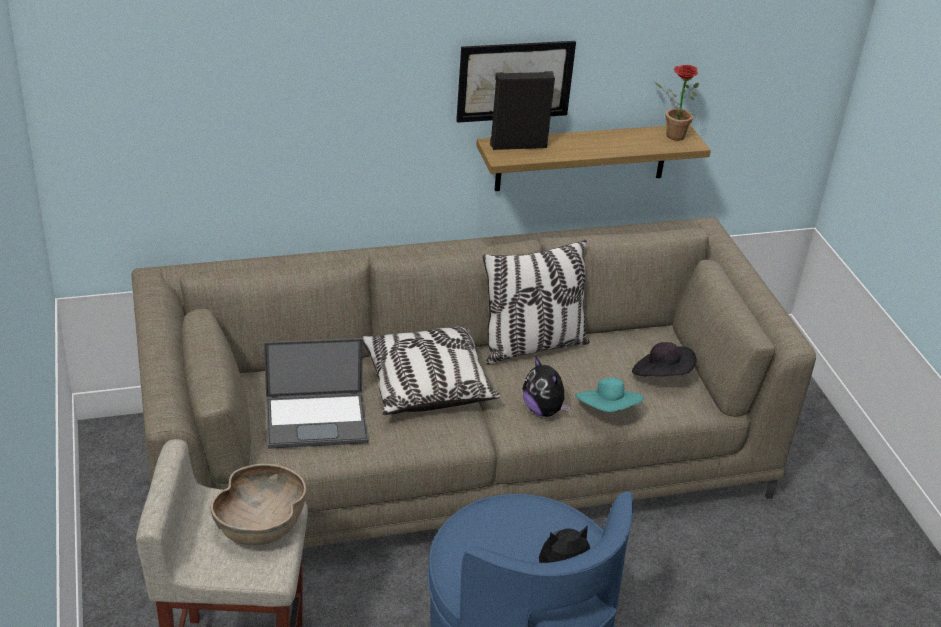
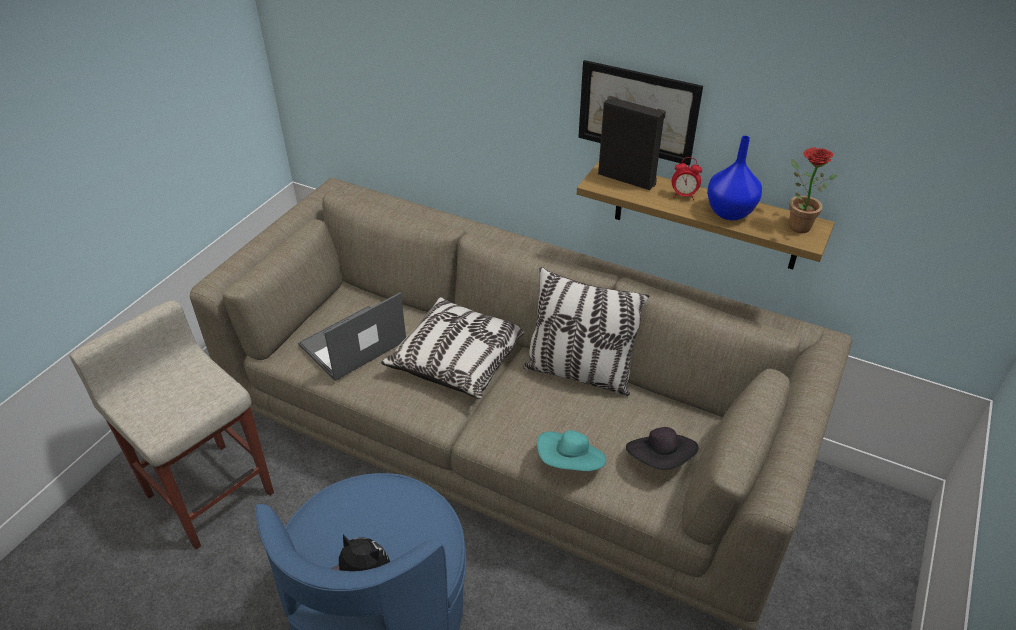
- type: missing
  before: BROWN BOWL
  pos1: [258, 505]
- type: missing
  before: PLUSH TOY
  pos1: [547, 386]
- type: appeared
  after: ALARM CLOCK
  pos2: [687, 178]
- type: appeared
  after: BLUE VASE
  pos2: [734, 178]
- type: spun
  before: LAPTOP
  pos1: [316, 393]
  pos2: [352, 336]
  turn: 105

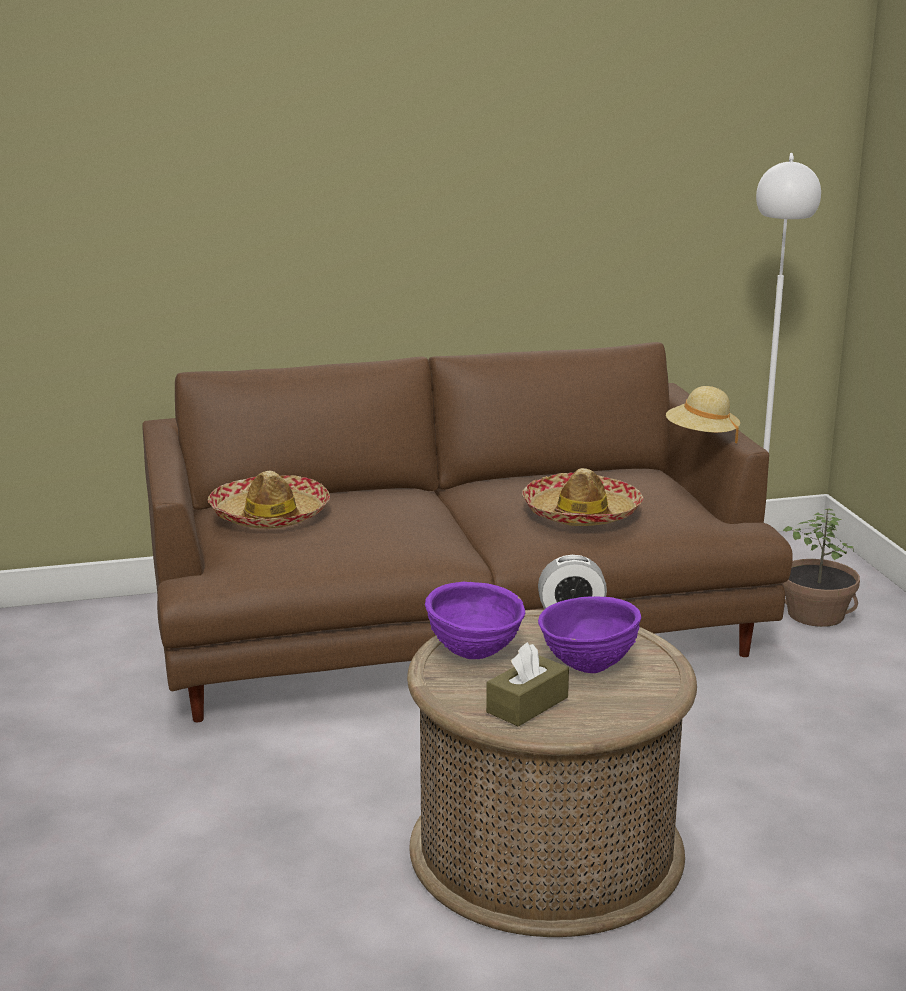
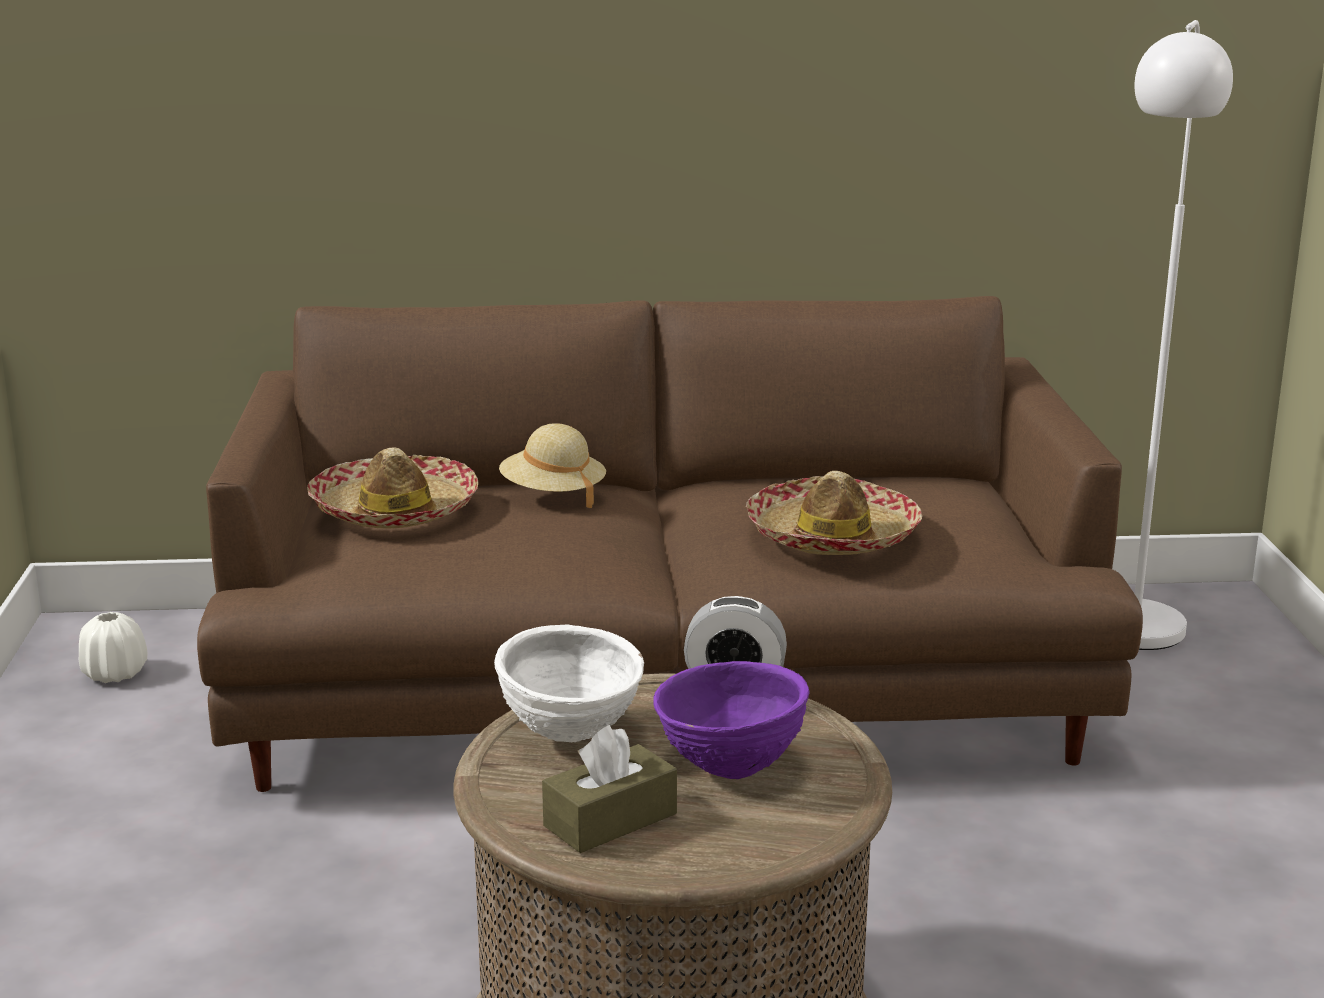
- type: missing
  before: POTTED PLANT
  pos1: [820, 567]
- type: appeared
  after: WHITE VASE
  pos2: [113, 647]
- type: relocated
  before: BEIGE HAT
  pos1: [703, 414]
  pos2: [552, 465]
- type: colour
  before: PURPLE BOWL
  after: WHITE BOWL
  pos1: [475, 620]
  pos2: [569, 683]

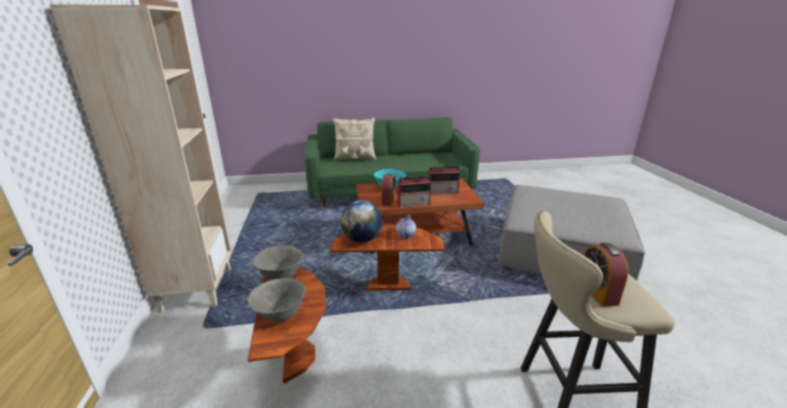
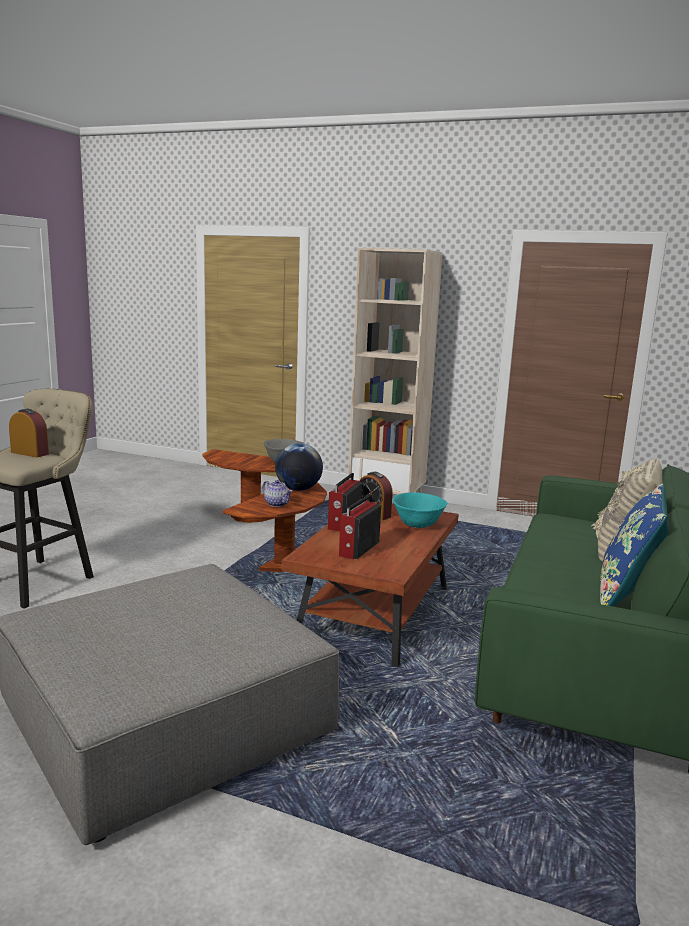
- type: missing
  before: GREY BOWL
  pos1: [277, 300]
- type: appeared
  after: BLUE PILLOW
  pos2: [634, 544]

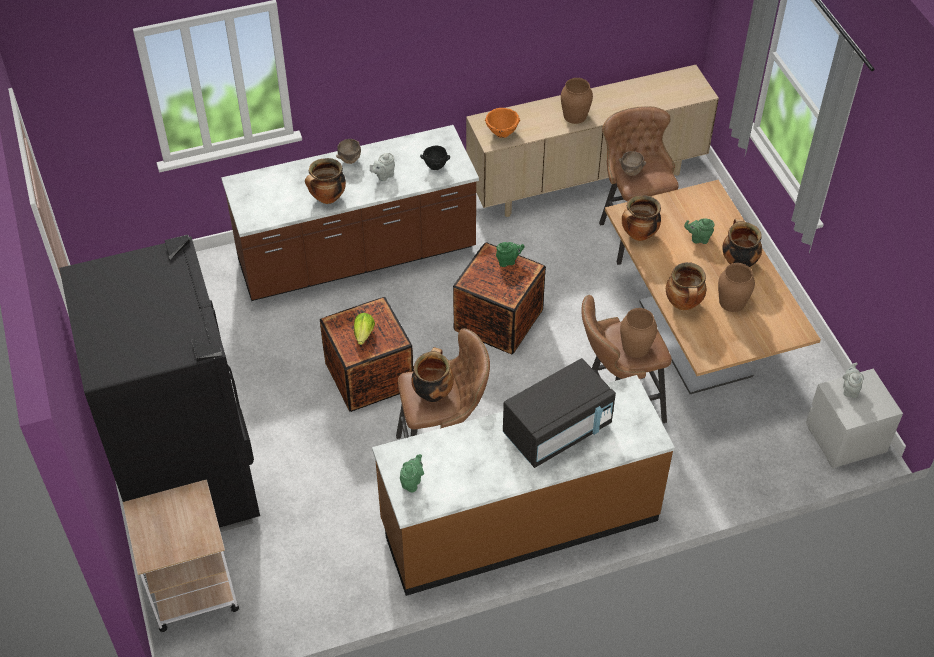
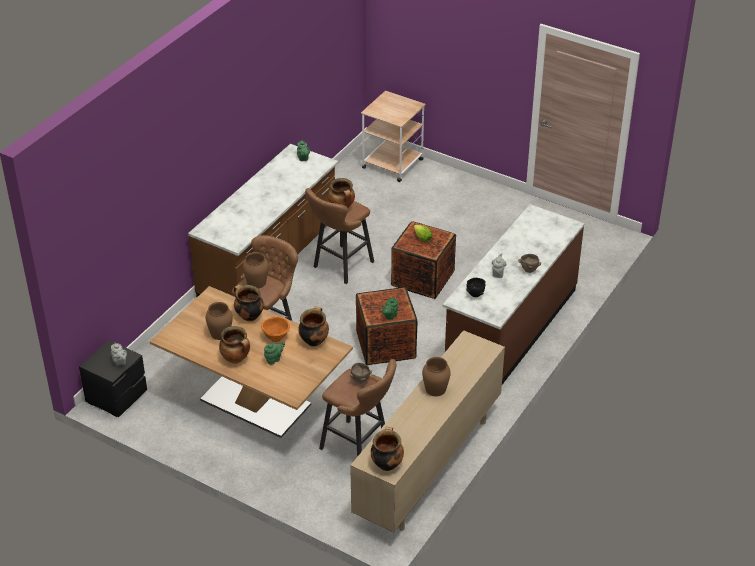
- type: missing
  before: BLACK FRIDGE
  pos1: [159, 383]
- type: missing
  before: BLACK MICROWAVE
  pos1: [559, 413]
- type: relocated
  before: COOKING POT
  pos1: [325, 181]
  pos2: [387, 449]
- type: relocated
  before: ORANGE BOWL
  pos1: [502, 123]
  pos2: [275, 329]
- type: colour
  before: WHITE NIGHTSTAND
  after: BLACK NIGHTSTAND
  pos1: [854, 418]
  pos2: [113, 378]

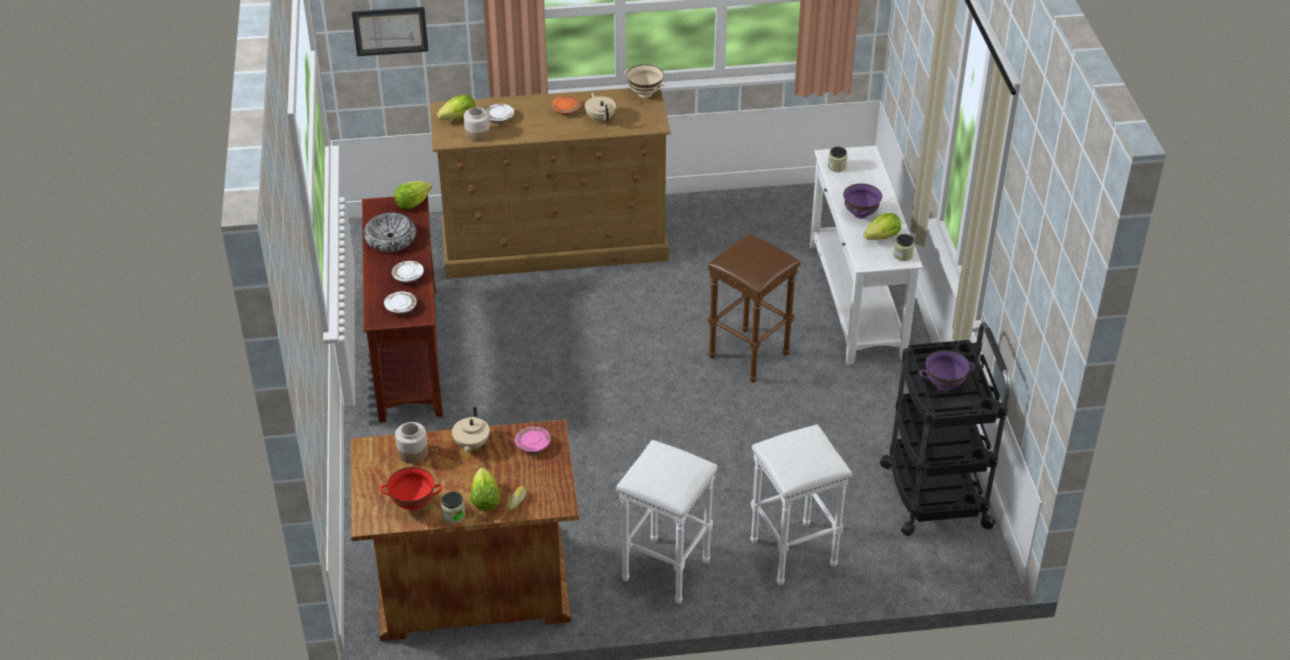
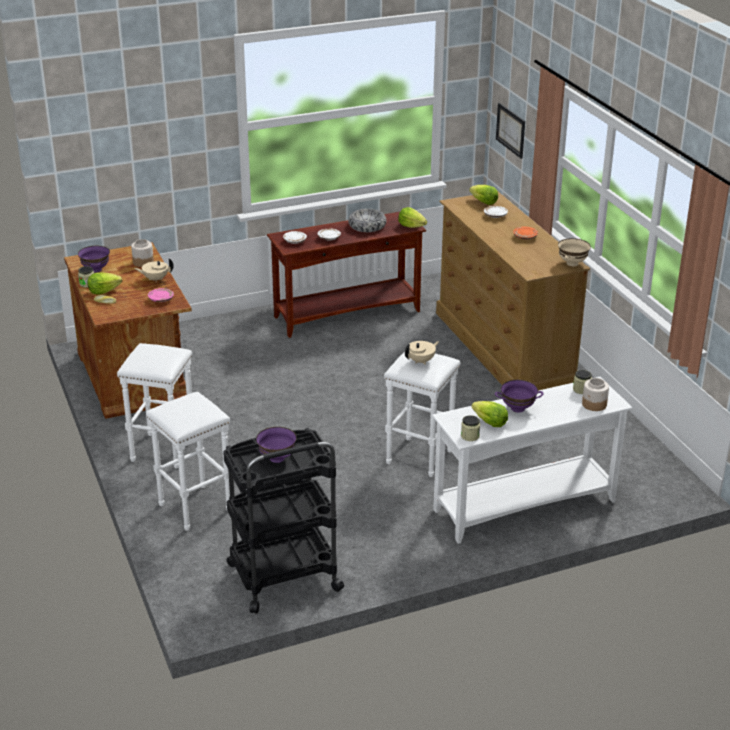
- type: relocated
  before: JAR
  pos1: [477, 124]
  pos2: [595, 394]
- type: relocated
  before: BEIGE TEAPOT
  pos1: [600, 107]
  pos2: [422, 353]
- type: colour
  before: RED BOWL
  after: PURPLE BOWL
  pos1: [411, 488]
  pos2: [94, 259]
- type: colour
  before: BROWN STOOL
  after: WHITE STOOL
  pos1: [754, 308]
  pos2: [422, 414]

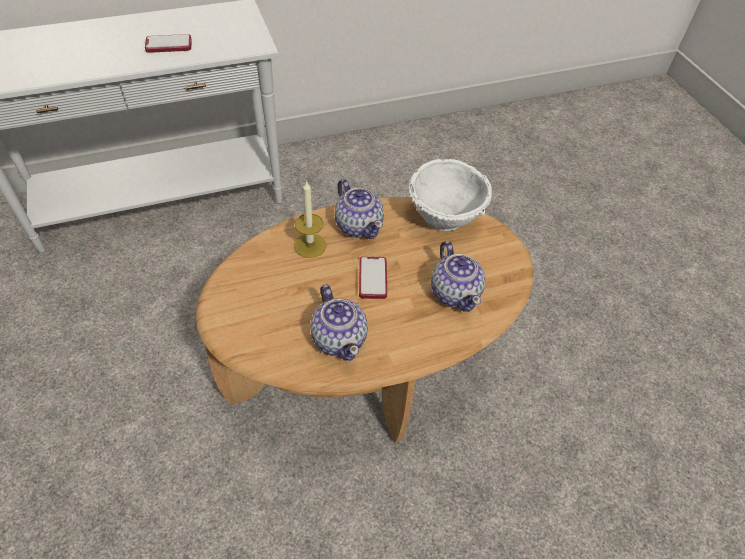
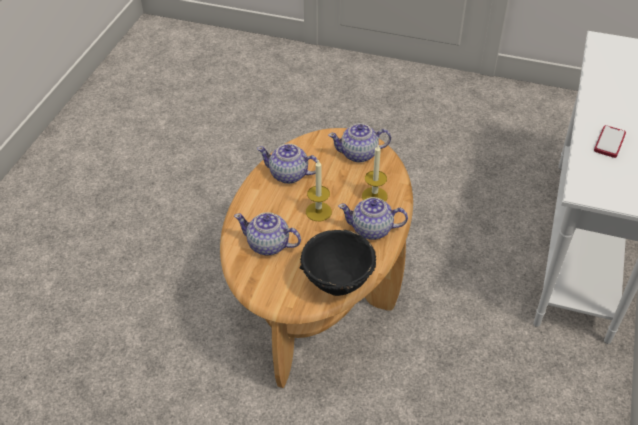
- type: appeared
  after: TEAPOT
  pos2: [359, 143]
- type: exchanged
  before: PHONE
  after: CANDLE
  pos1: [373, 277]
  pos2: [319, 190]
- type: colour
  before: WHITE BOWL
  after: BLACK BOWL
  pos1: [450, 195]
  pos2: [338, 263]

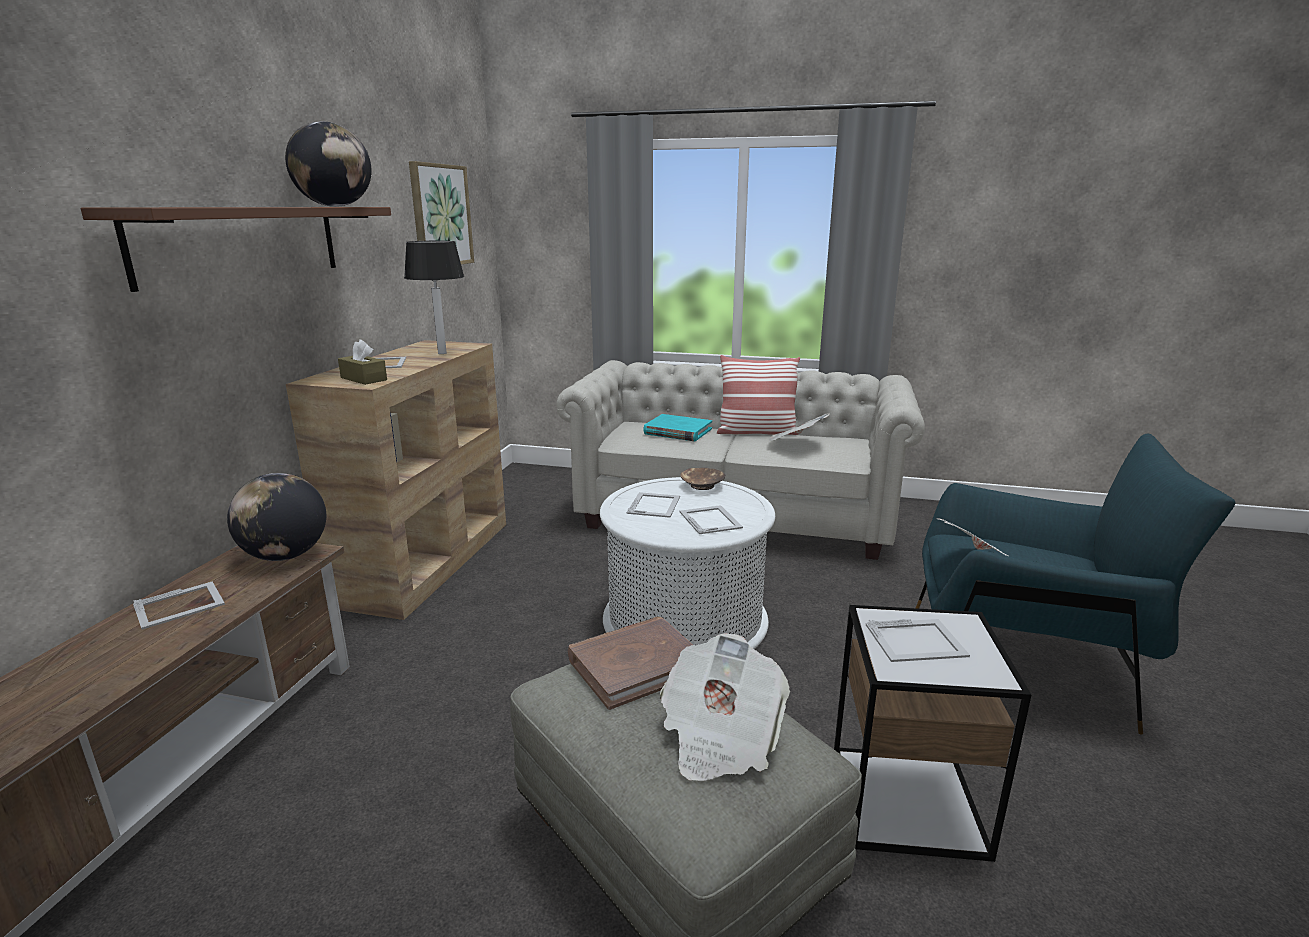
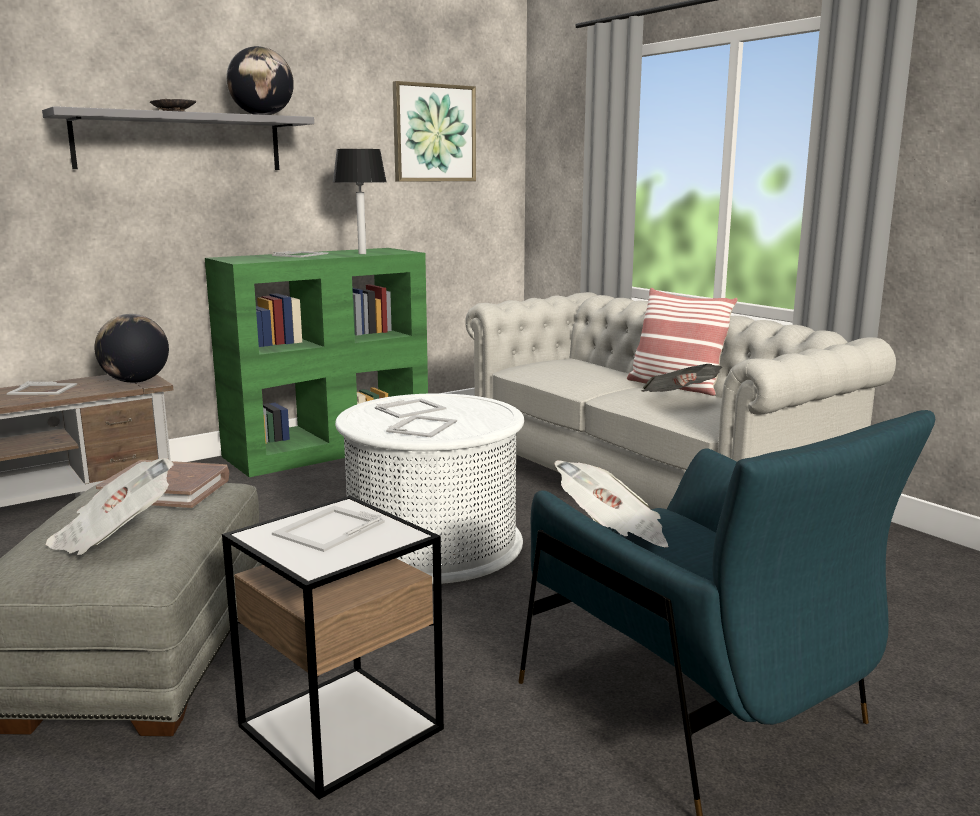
- type: missing
  before: BROWN TISSUE BOX
  pos1: [362, 362]
- type: missing
  before: TURQUOISE BOOK
  pos1: [677, 427]
- type: relocated
  before: BROWN BOWL
  pos1: [702, 478]
  pos2: [173, 105]
- type: colour
  before: BROWN SHELF
  after: GREY SHELF
  pos1: [236, 249]
  pos2: [178, 138]
- type: colour
  before: BROWN BOOKCASE
  after: GREEN BOOKCASE
  pos1: [396, 480]
  pos2: [316, 362]
- type: spun
  before: PICTURE FRAME
  pos1: [918, 640]
  pos2: [328, 529]
  turn: 90

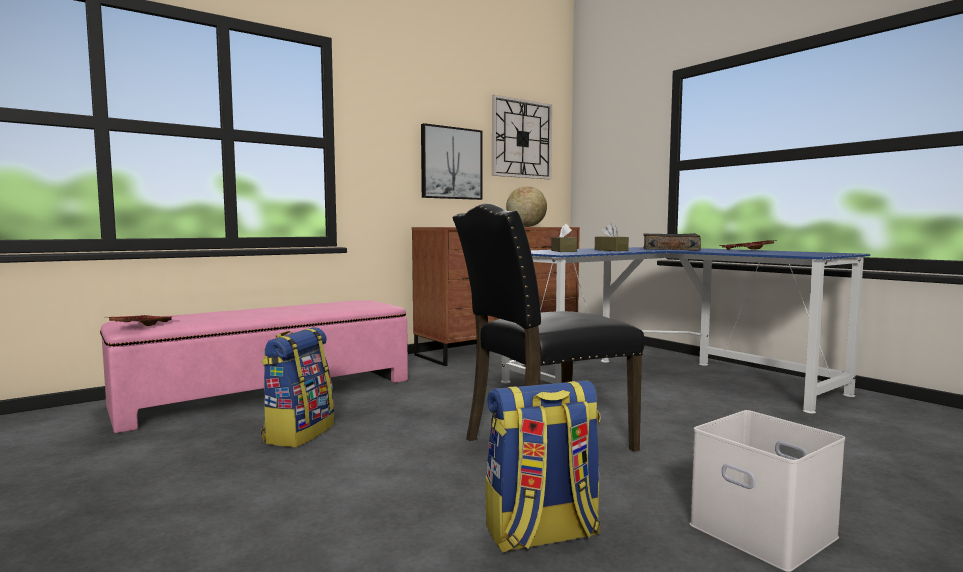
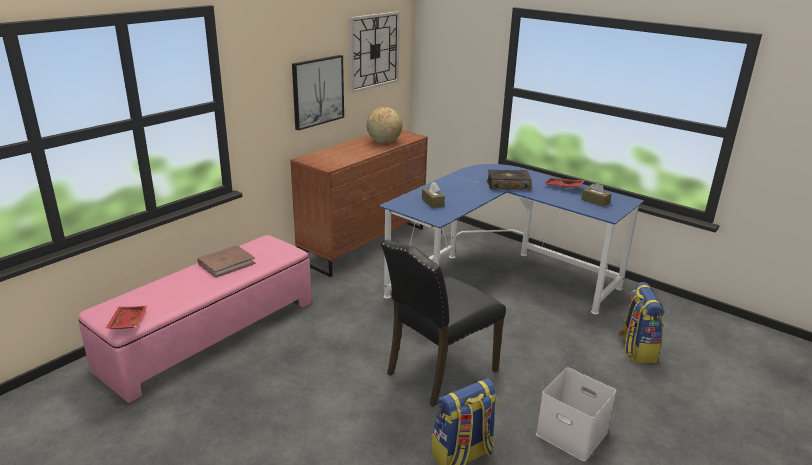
- type: appeared
  after: BROWN BOOK
  pos2: [226, 261]
- type: relocated
  before: BACKPACK
  pos1: [297, 387]
  pos2: [641, 322]
- type: relocated
  before: BROWN TISSUE BOX
  pos1: [612, 237]
  pos2: [596, 194]

